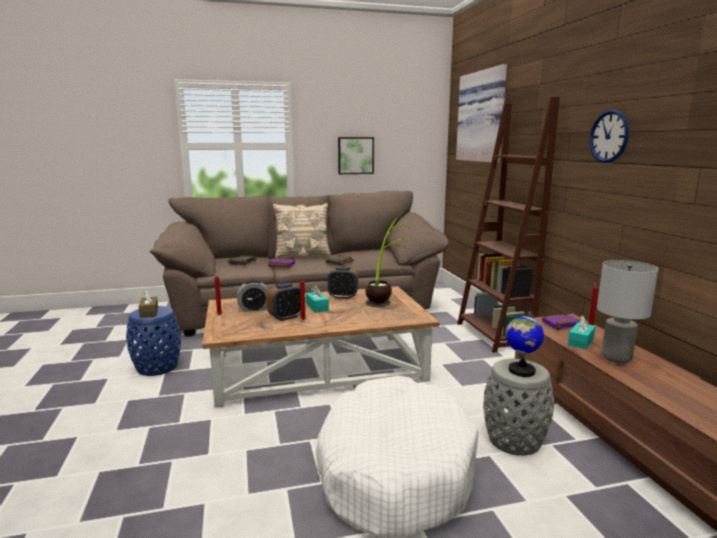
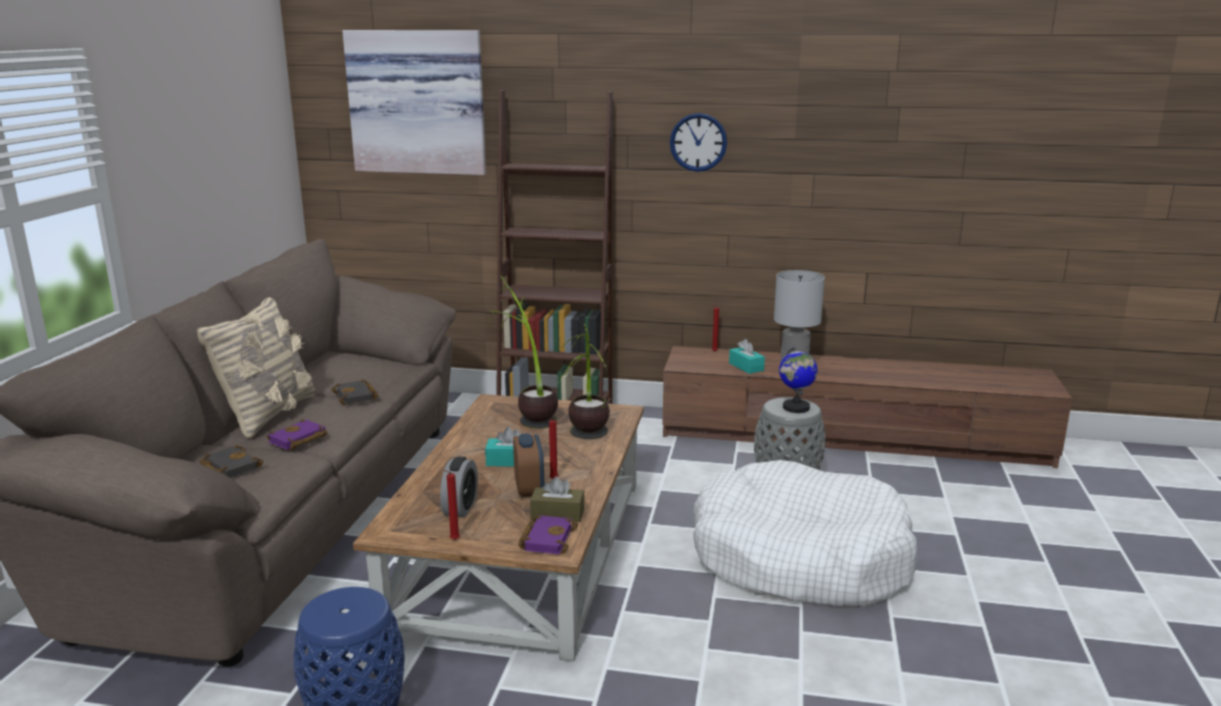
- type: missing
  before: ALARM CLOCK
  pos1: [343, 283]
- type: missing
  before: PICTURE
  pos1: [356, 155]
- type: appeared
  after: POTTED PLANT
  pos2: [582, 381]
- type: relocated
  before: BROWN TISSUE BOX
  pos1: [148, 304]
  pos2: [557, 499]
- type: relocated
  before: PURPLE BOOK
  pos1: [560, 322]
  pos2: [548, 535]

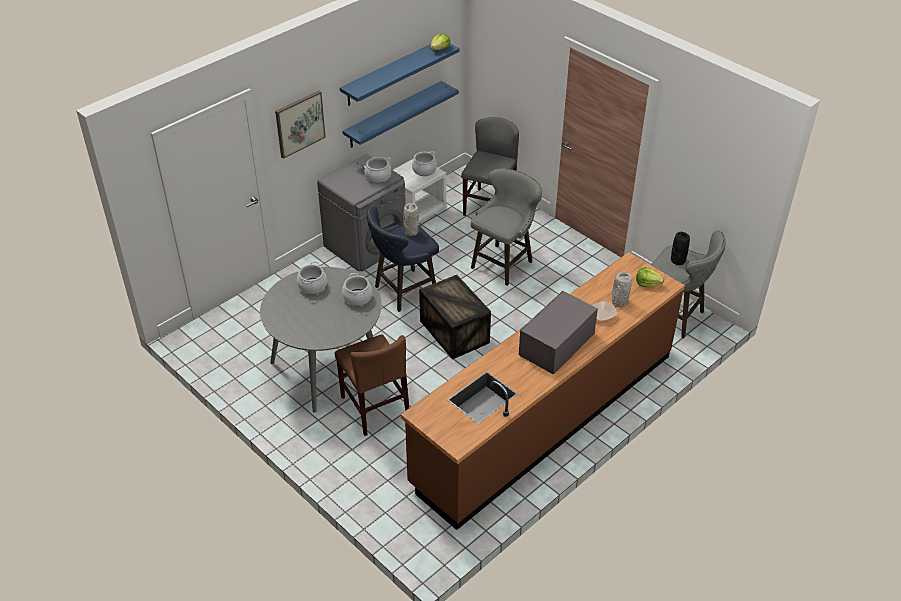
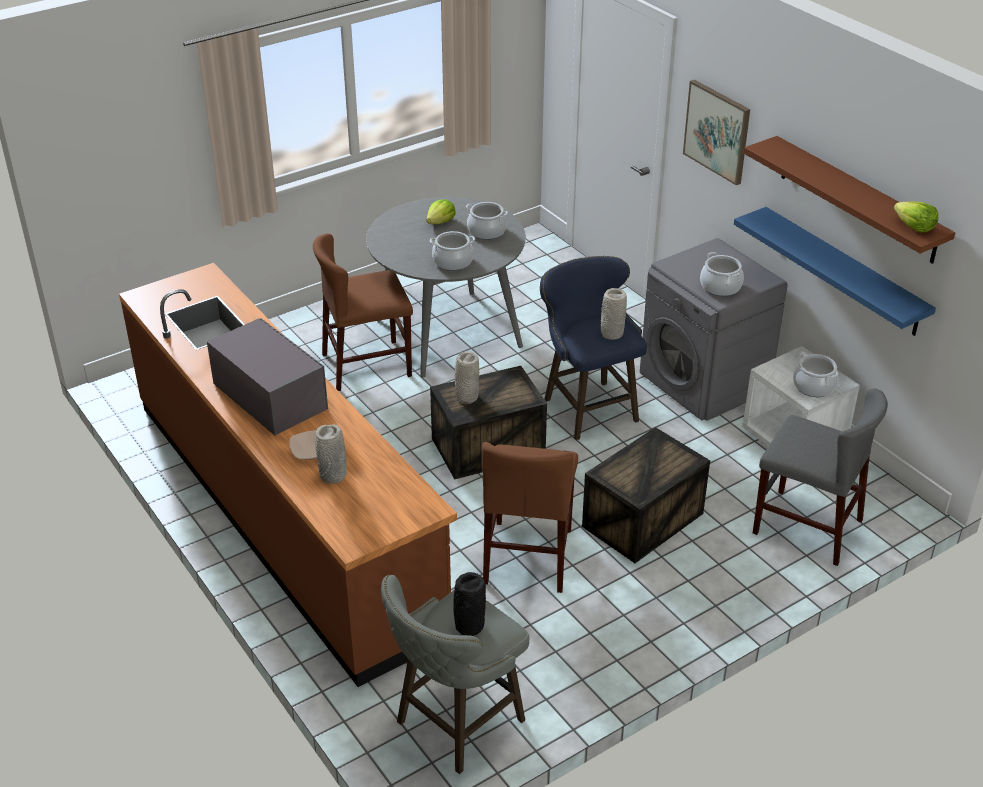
- type: appeared
  after: GREY VASE
  pos2: [467, 377]
- type: appeared
  after: BROWN CHAIR
  pos2: [530, 517]
- type: relocated
  before: LETTUCE
  pos1: [650, 277]
  pos2: [441, 212]
- type: exchanged
  before: GREY STOOL
  after: CRATE
  pos1: [506, 227]
  pos2: [646, 495]
- type: colour
  before: BLUE SHELF
  after: BROWN SHELF
  pos1: [400, 74]
  pos2: [849, 200]

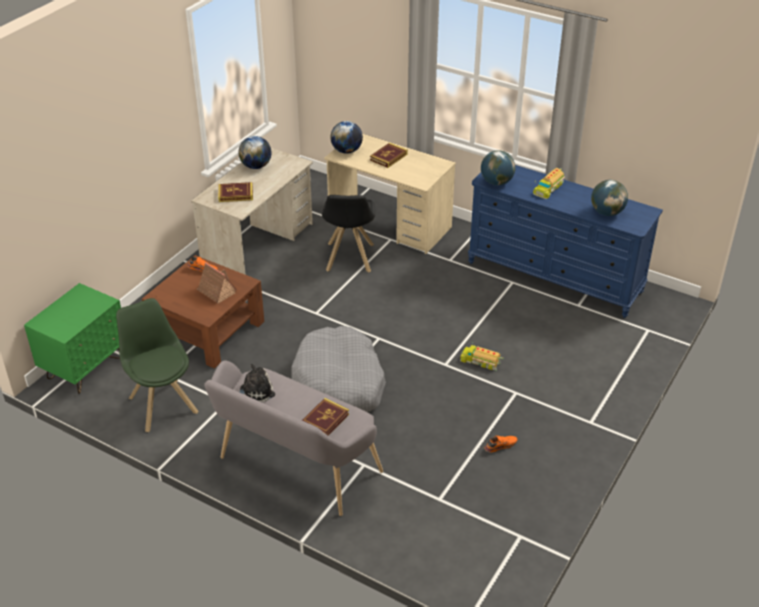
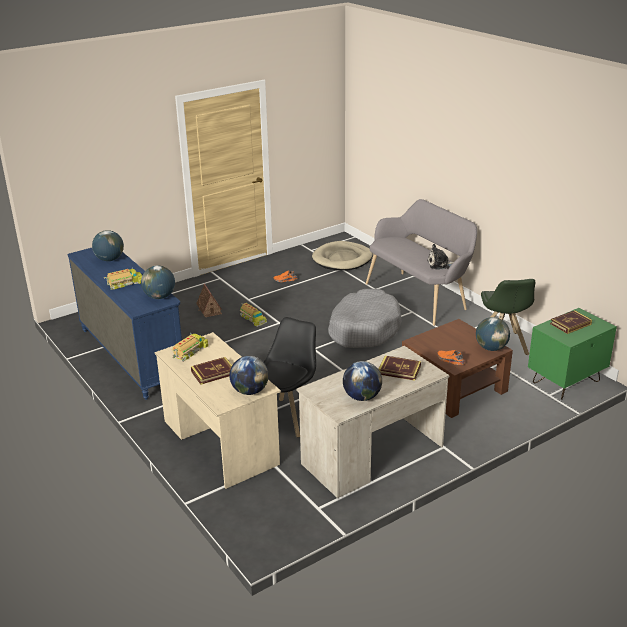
- type: appeared
  after: TOY TRUCK
  pos2: [189, 347]
- type: appeared
  after: BEIGE DOG BED
  pos2: [342, 255]
- type: appeared
  after: GLOBE
  pos2: [493, 334]
- type: relocated
  before: TOY HOUSE
  pos1: [217, 283]
  pos2: [209, 300]
- type: relocated
  before: BOOK
  pos1: [325, 417]
  pos2: [571, 322]

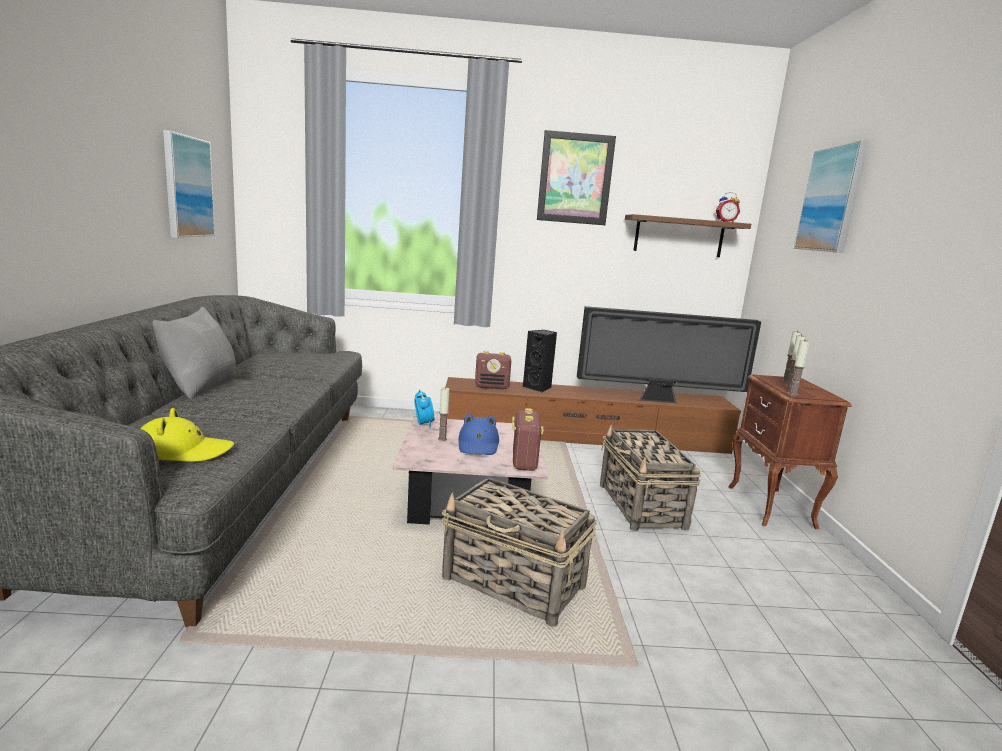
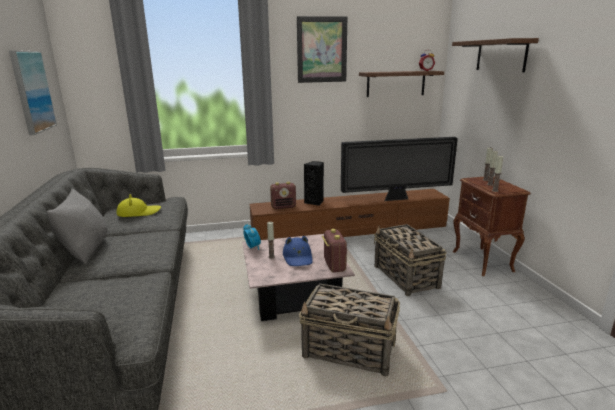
- type: relocated
  before: YELLOW HAT
  pos1: [188, 435]
  pos2: [138, 205]
- type: exchanged
  before: PICTURE
  after: BROWN SHELF
  pos1: [831, 196]
  pos2: [495, 55]

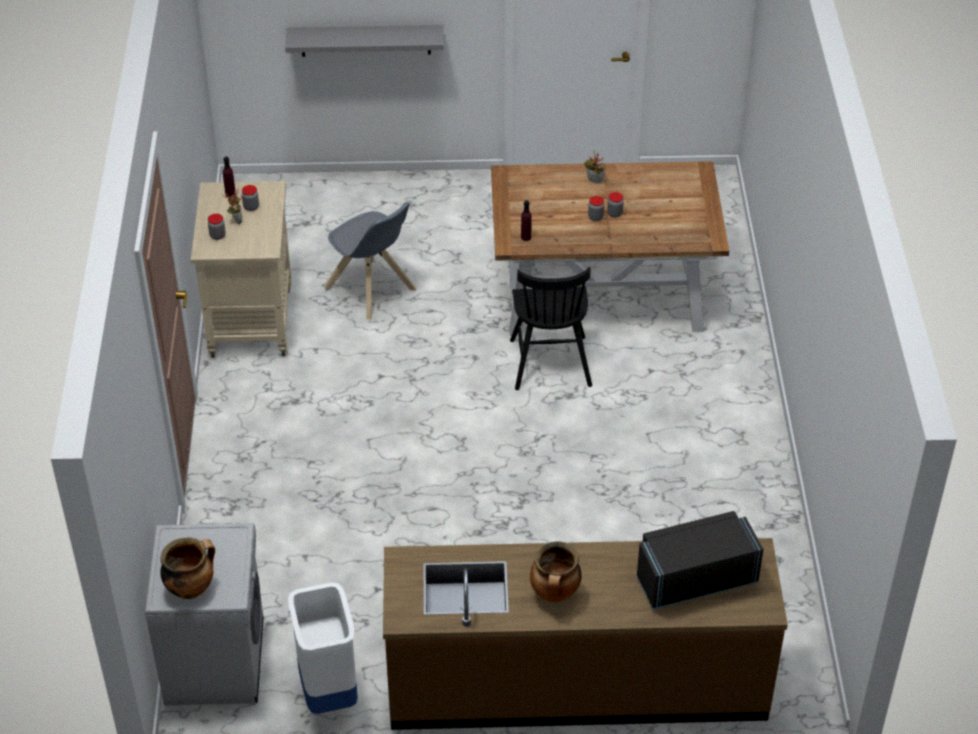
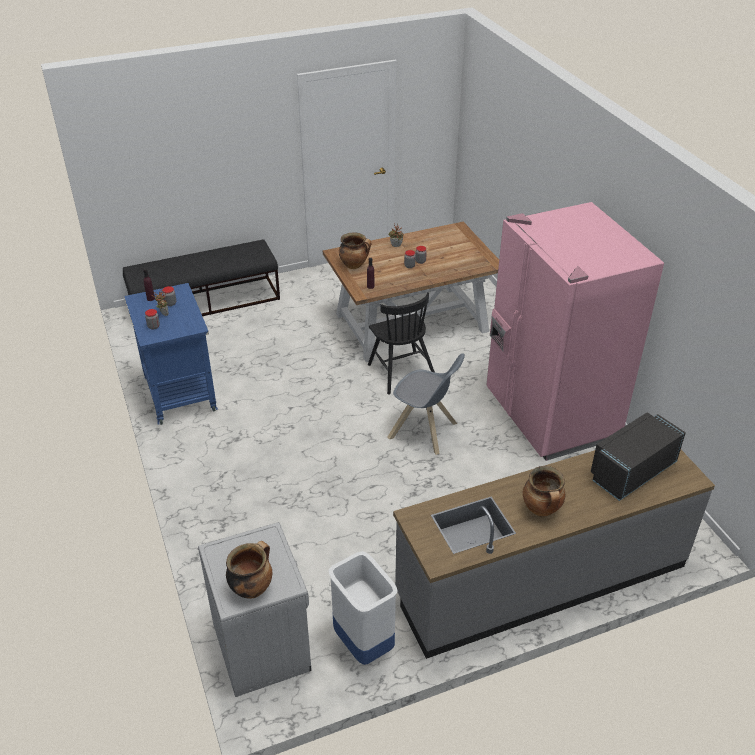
- type: missing
  before: GREY SHELF
  pos1: [364, 41]
- type: appeared
  after: BLACK BENCH
  pos2: [201, 277]
- type: appeared
  after: COOKING POT
  pos2: [355, 250]
- type: appeared
  after: PINK FRIDGE
  pos2: [575, 331]
- type: relocated
  before: GREY CHAIR
  pos1: [370, 261]
  pos2: [426, 404]
- type: colour
  before: BEIGE CART
  after: BLUE CART
  pos1: [242, 269]
  pos2: [171, 354]
- type: colour
  before: BROWN COUNTER
  after: GREY COUNTER
  pos1: [585, 634]
  pos2: [554, 554]

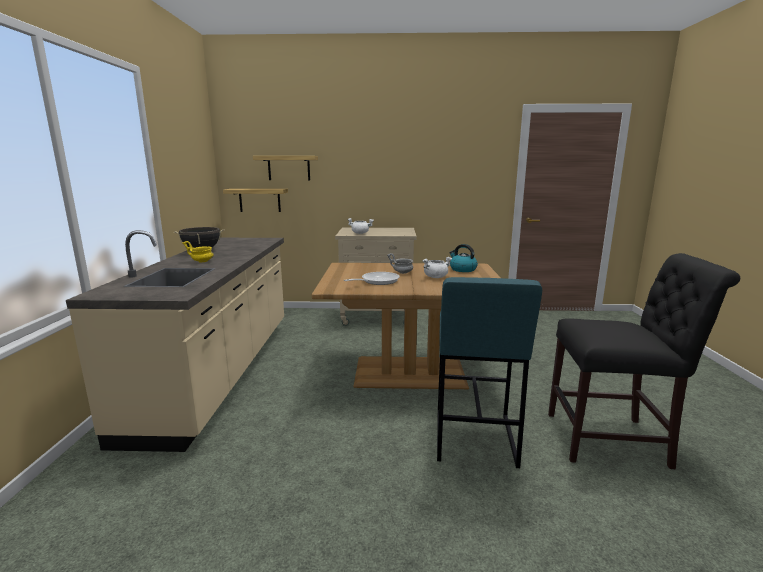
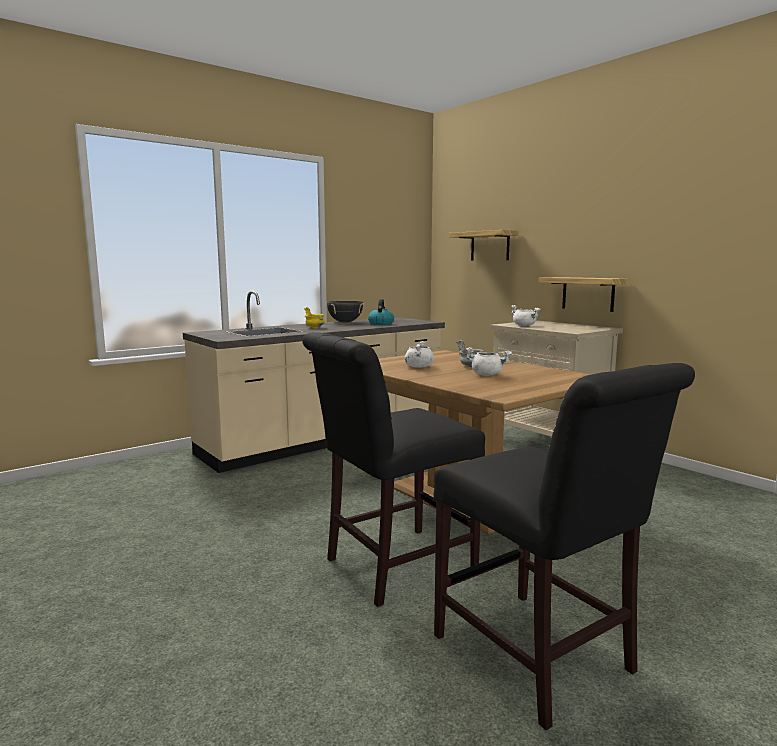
- type: relocated
  before: SHELF
  pos1: [255, 200]
  pos2: [583, 294]
- type: relocated
  before: KETTLE
  pos1: [463, 258]
  pos2: [381, 312]
- type: exchanged
  before: FRYING PAN
  after: WHITE COOKING POT
  pos1: [372, 278]
  pos2: [419, 354]
- type: exchanged
  before: TURQUOISE STOOL
  after: BLACK CHAIR
  pos1: [489, 372]
  pos2: [393, 469]

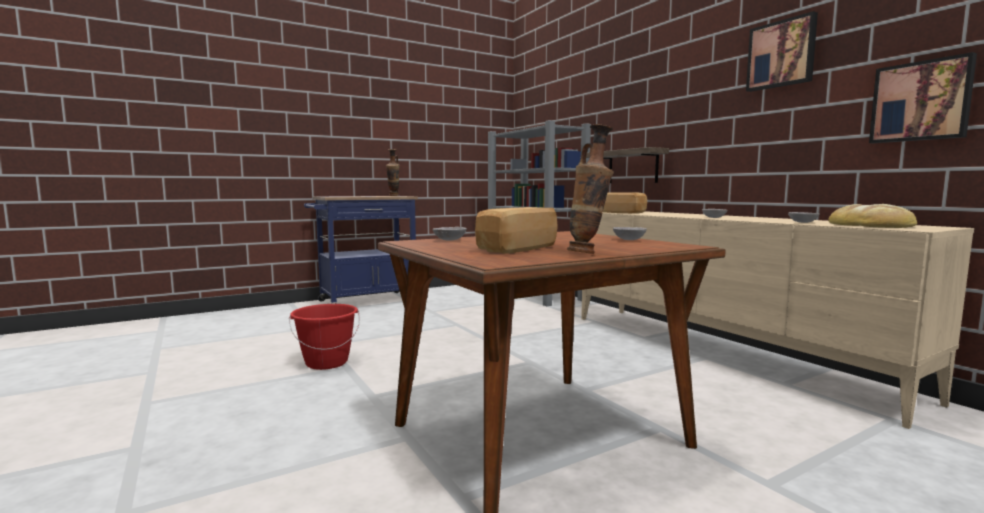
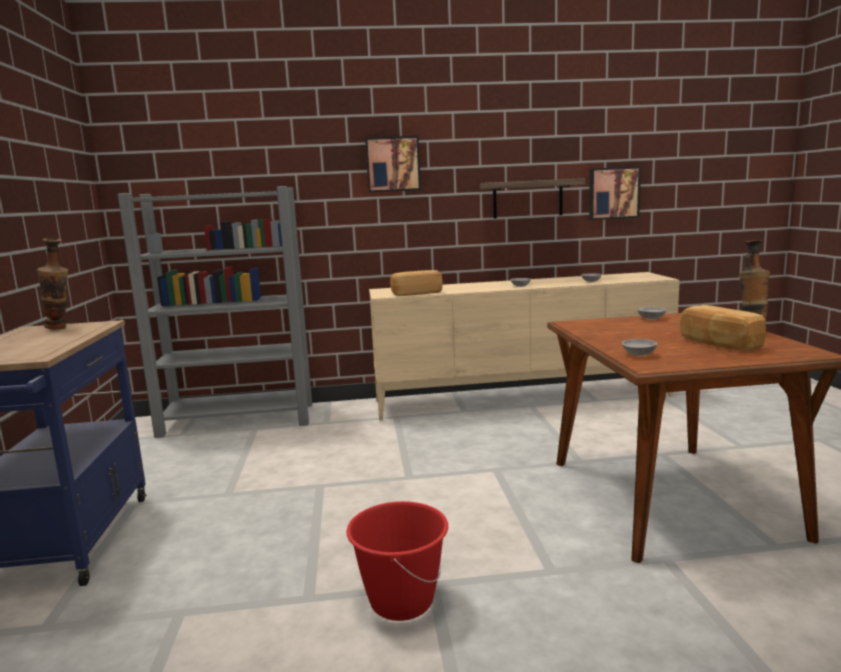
- type: missing
  before: BREAD
  pos1: [872, 216]
- type: relocated
  before: SHELF
  pos1: [627, 165]
  pos2: [533, 198]
- type: relocated
  before: PICTURE
  pos1: [782, 51]
  pos2: [393, 164]

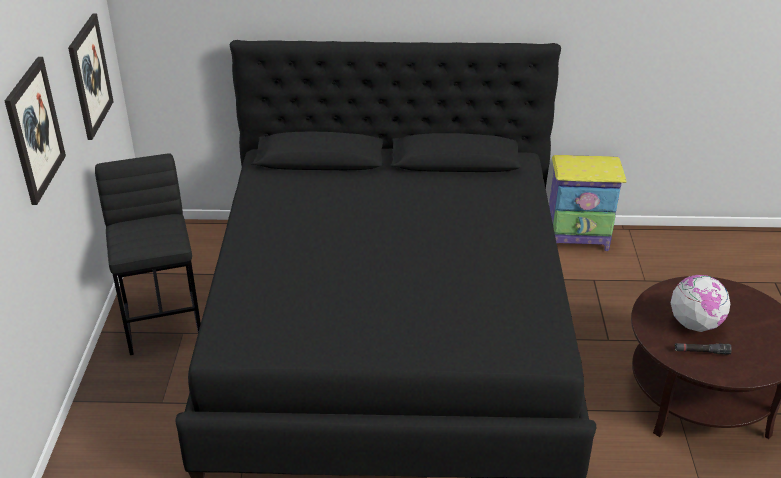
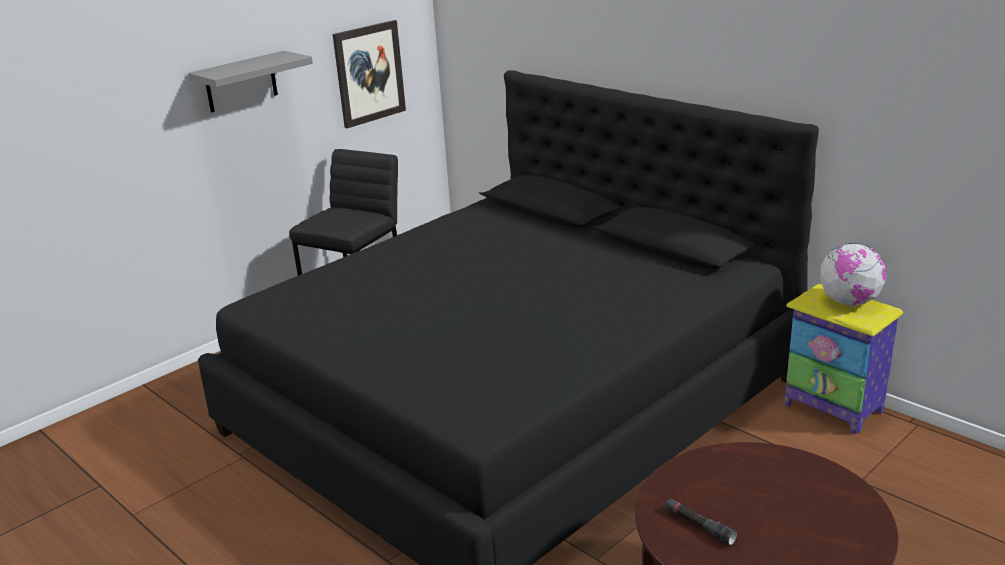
- type: relocated
  before: GLOBE
  pos1: [700, 303]
  pos2: [853, 274]
- type: exchanged
  before: PICTURE
  after: GREY SHELF
  pos1: [35, 131]
  pos2: [250, 81]

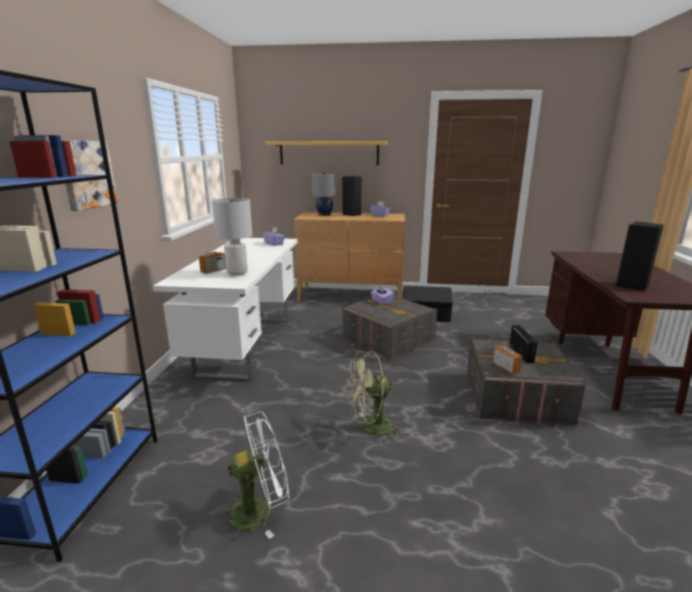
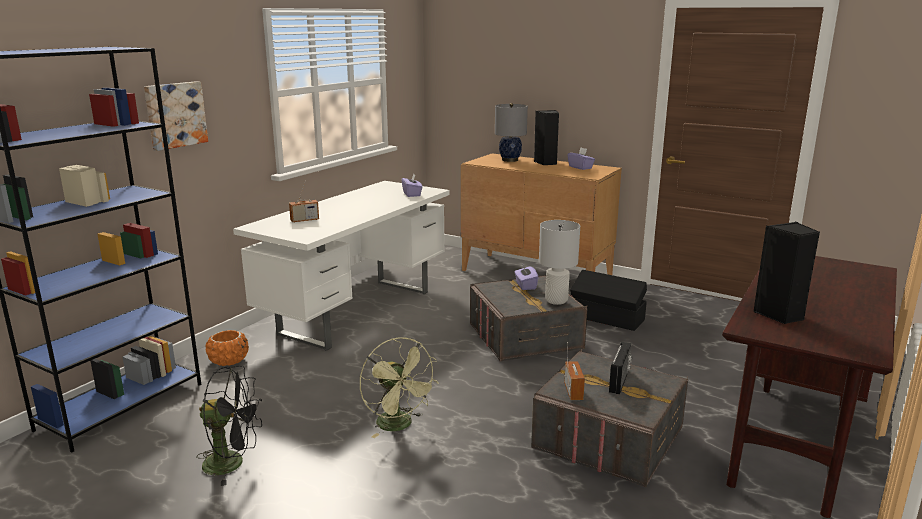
- type: missing
  before: SHELF
  pos1: [327, 153]
- type: appeared
  after: ORANGE PLANTER
  pos2: [227, 348]
- type: relocated
  before: GREY TABLE LAMP
  pos1: [232, 237]
  pos2: [559, 262]
- type: colour
  before: WHITE FAN
  after: BLACK FAN
  pos1: [252, 475]
  pos2: [229, 426]
- type: spun
  before: GREEN FAN
  pos1: [375, 397]
  pos2: [399, 387]
  turn: -135

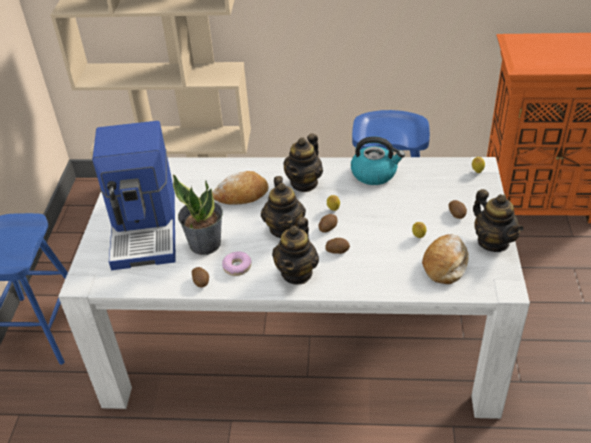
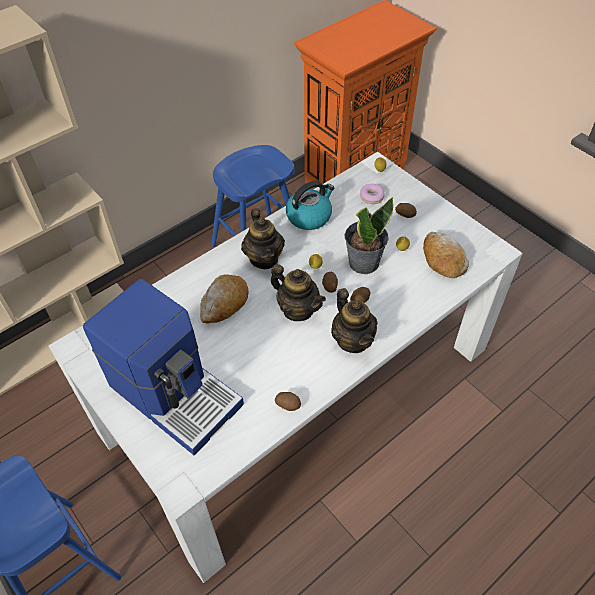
- type: missing
  before: TEAPOT
  pos1: [498, 220]
- type: relocated
  before: POTTED PLANT
  pos1: [198, 215]
  pos2: [369, 235]
- type: relocated
  before: DONUT
  pos1: [236, 263]
  pos2: [372, 194]

